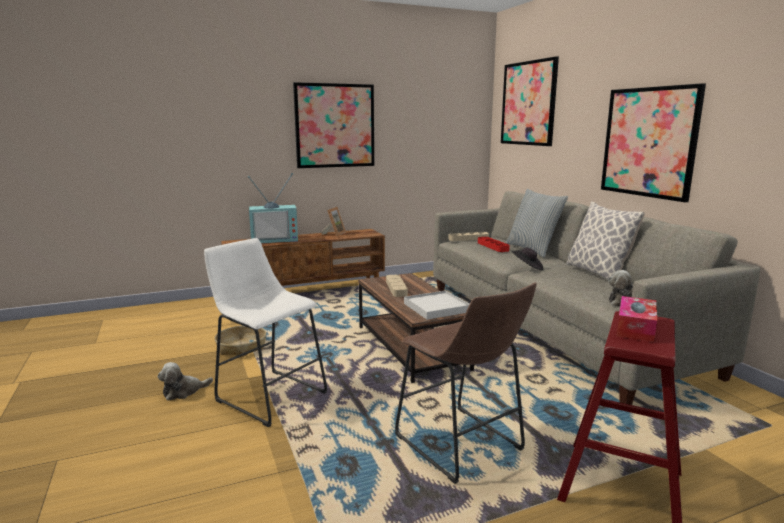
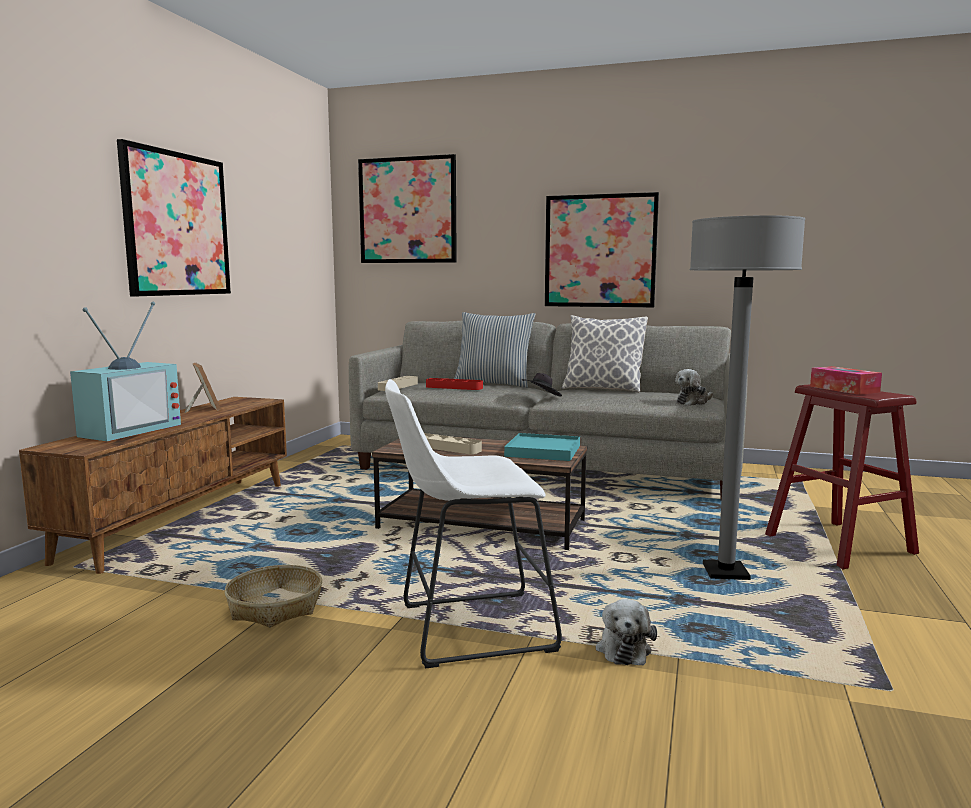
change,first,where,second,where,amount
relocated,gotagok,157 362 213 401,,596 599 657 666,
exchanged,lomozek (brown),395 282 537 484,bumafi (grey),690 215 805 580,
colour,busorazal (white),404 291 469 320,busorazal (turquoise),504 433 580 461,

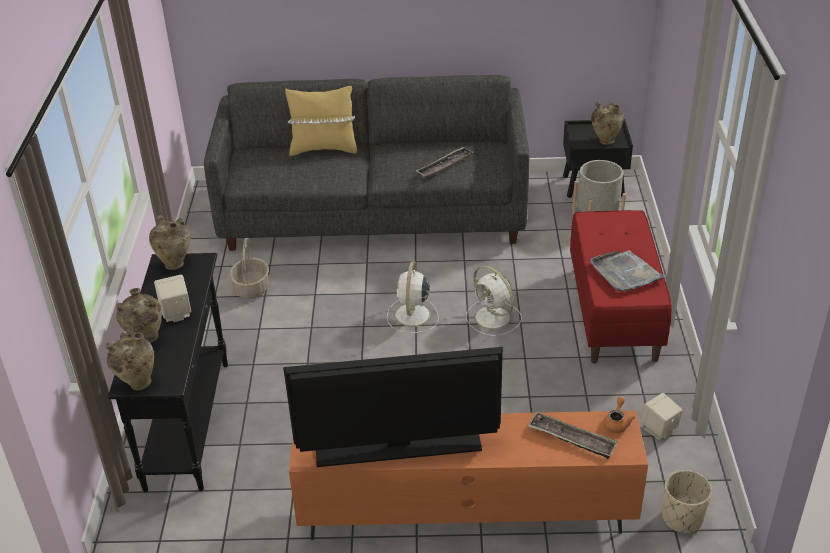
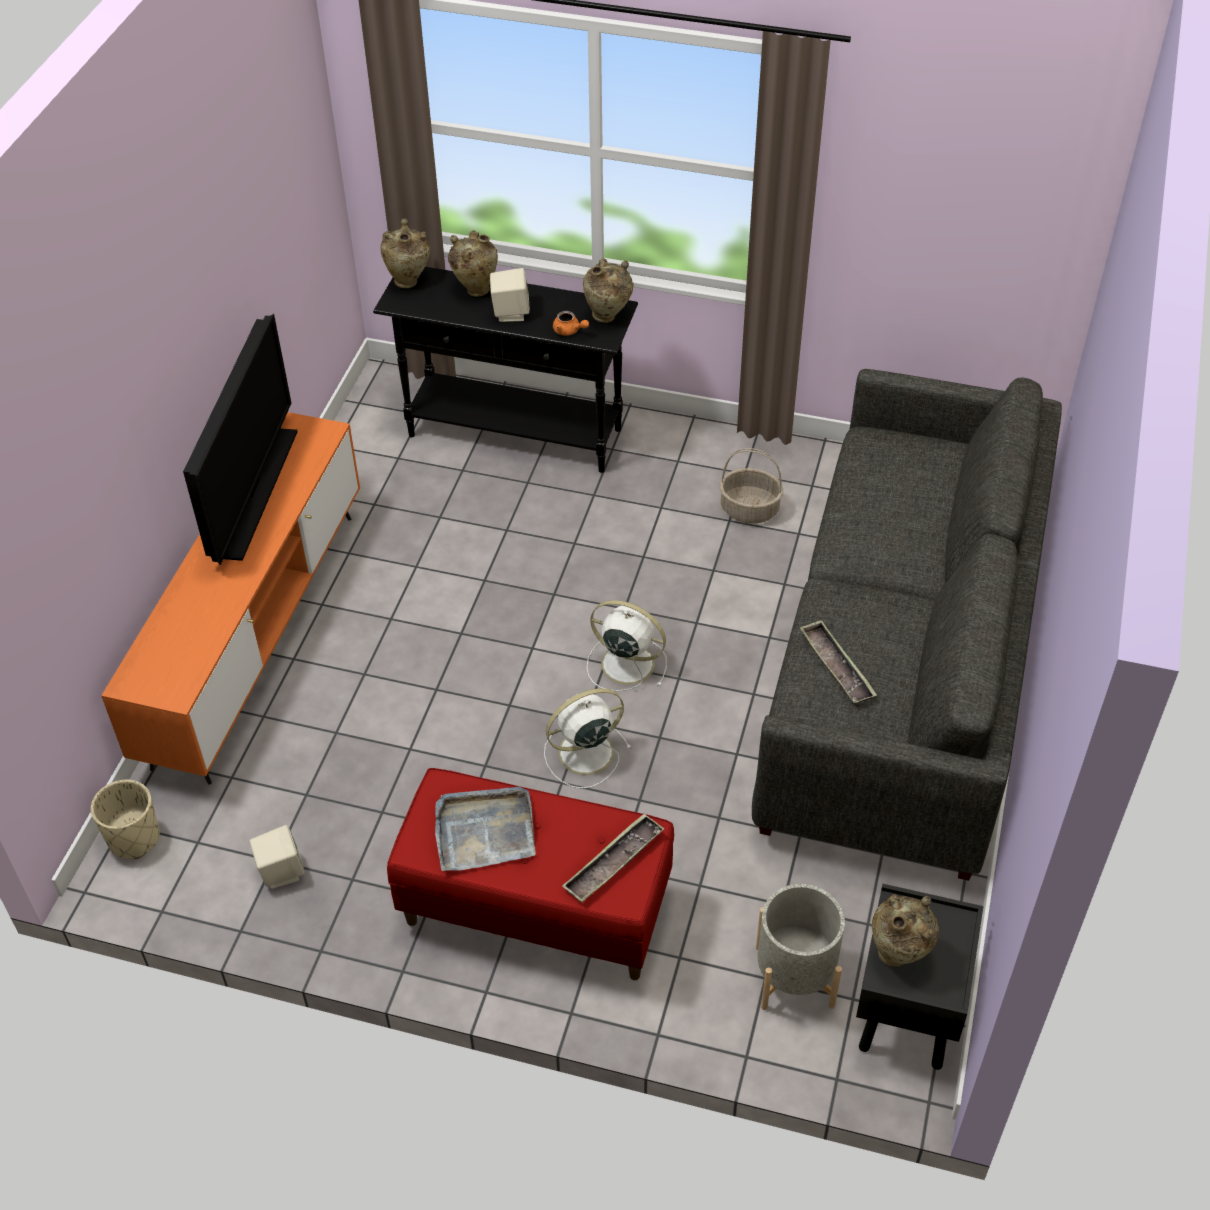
change,first,where,second,where,amount
missing,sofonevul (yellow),285 86 357 156,,,
relocated,busorazal,528 412 618 459,,562 813 665 902,
relocated,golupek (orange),603 397 635 433,,553 311 589 336,

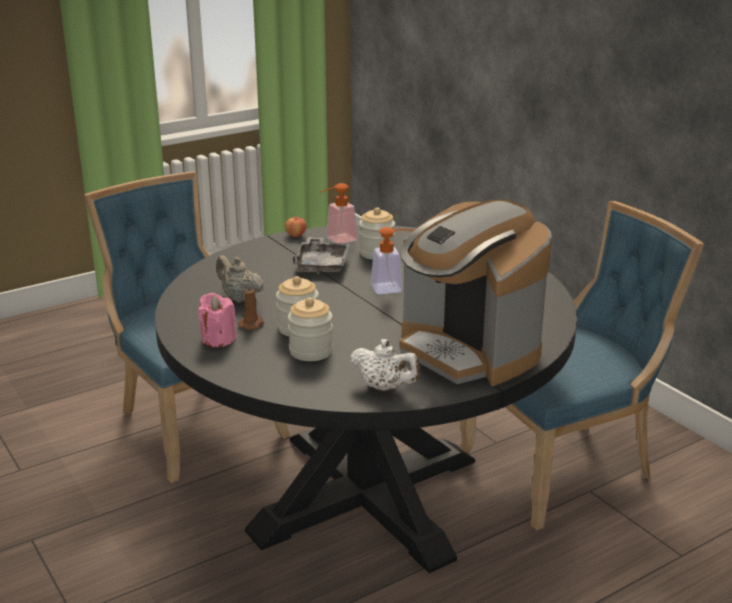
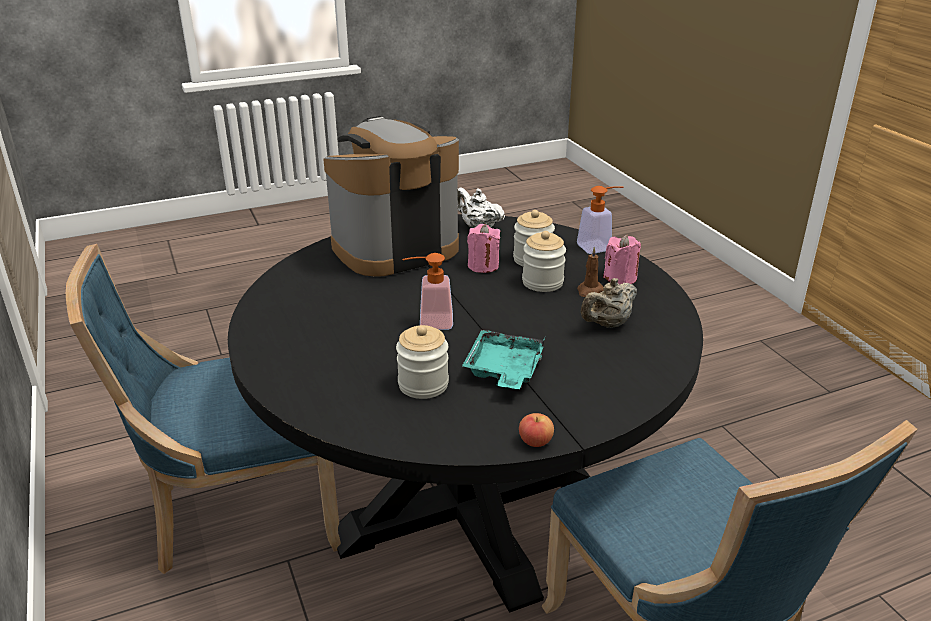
change,first,where,second,where,amount
spun,golupek (beige),216 255 264 303,,581 278 637 328,90 degrees clockwise
colour,busorazal (grey),293 237 351 274,busorazal (turquoise),462 330 546 389,
relocated,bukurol,320 183 358 243,,577 186 623 254,
spun,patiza,399 200 552 386,,323 116 459 276,90 degrees counterclockwise
appeared,,,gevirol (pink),467 224 500 273,

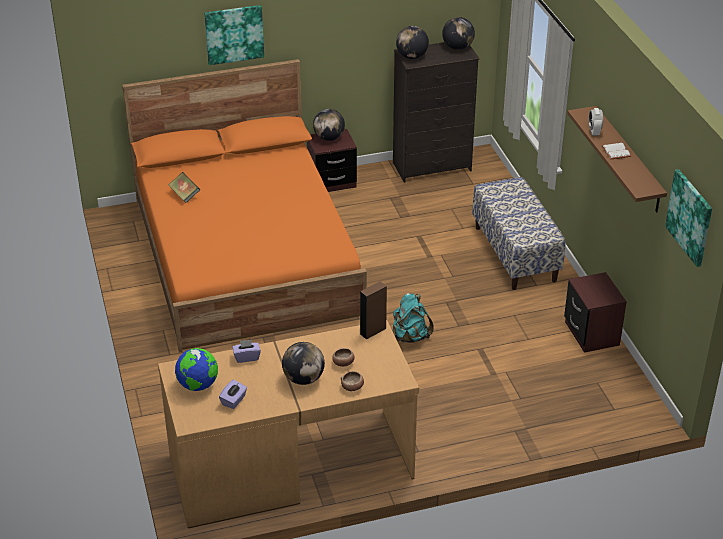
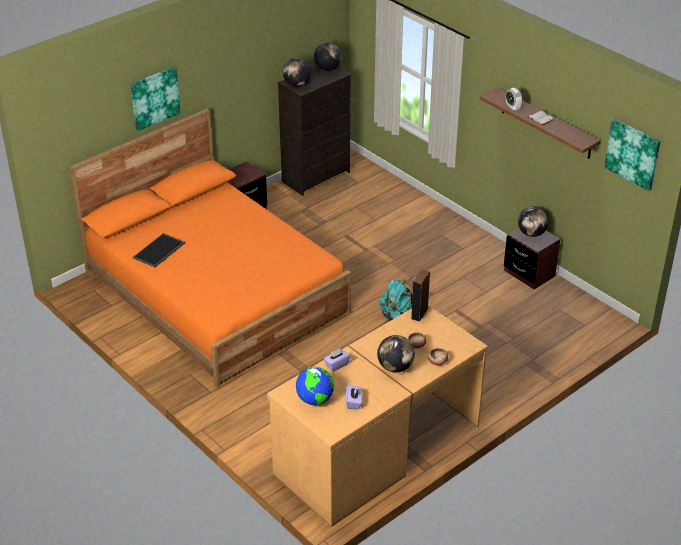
change,first,where,second,where,amount
exchanged,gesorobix,168 172 200 203,busorazal,133 233 185 268,
relocated,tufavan,313 109 345 141,,518 206 549 237,
missing,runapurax,472 177 566 290,,,

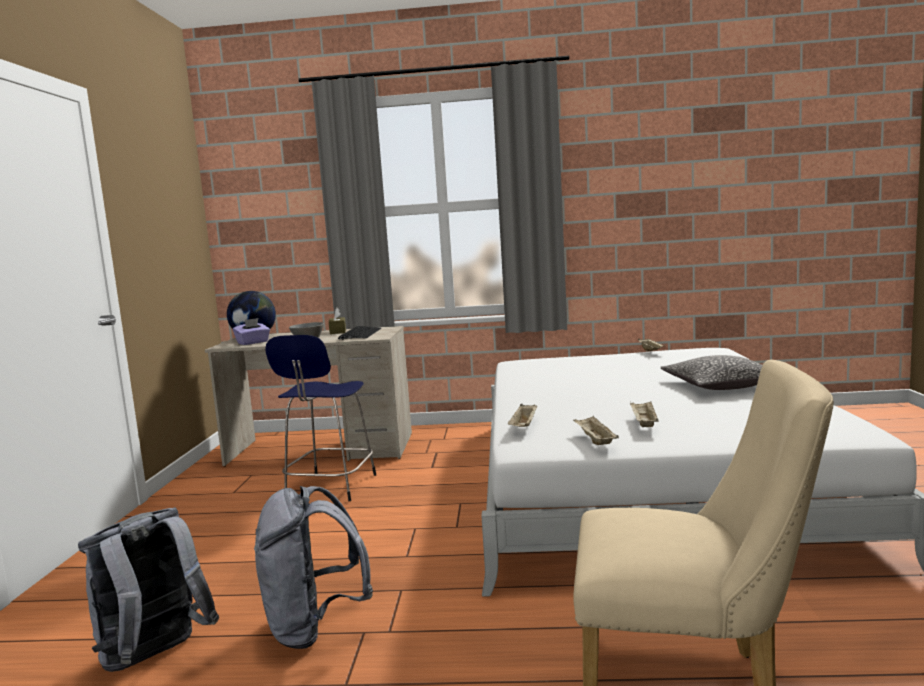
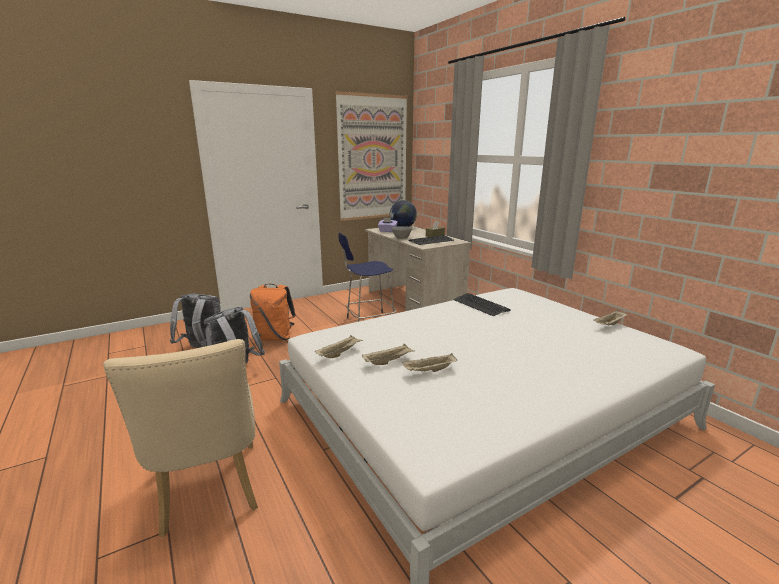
change,first,where,second,where,amount
relocated,busorazal (beige),508 403 537 427,,402 353 457 372,
missing,sofonevul,660 355 763 390,,,
appeared,,,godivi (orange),250 284 296 340,
appeared,,,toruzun,335 91 407 221,
appeared,,,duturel,453 293 511 316,

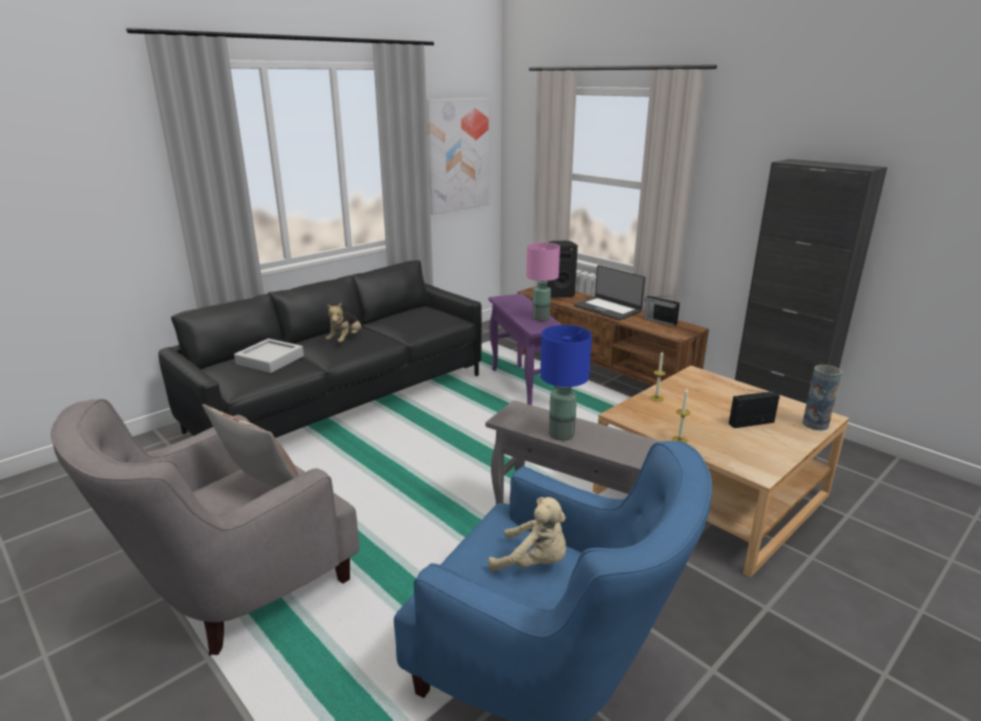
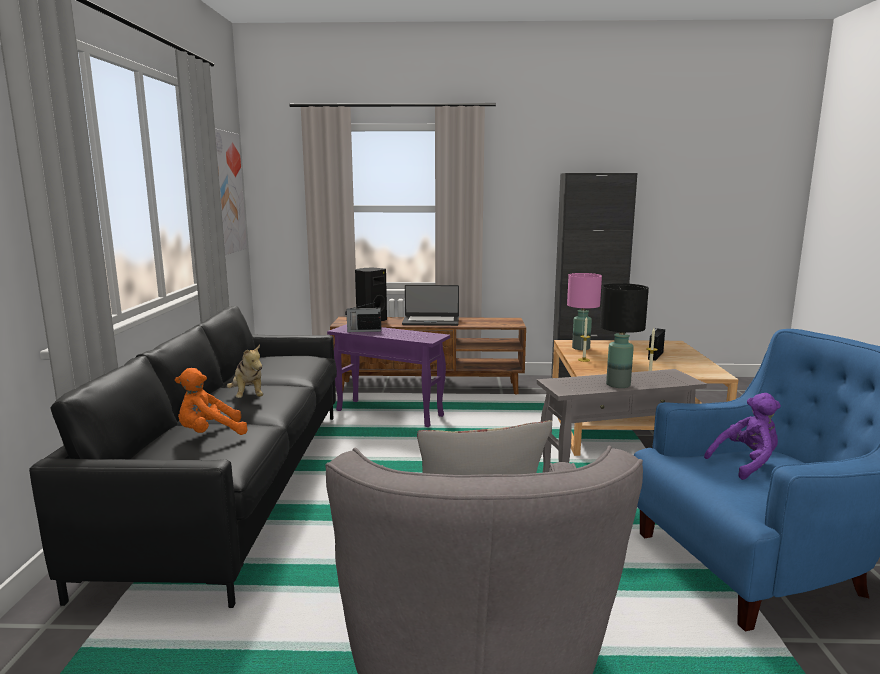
change,first,where,second,where,amount
exchanged,busorazal (grey),234 338 304 373,gotagok (orange),175 368 248 435,
colour,gotagok (beige),488 497 566 572,gotagok (purple),704 393 781 480,
relocated,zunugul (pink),526 242 560 321,,567 273 602 350,
colour,zunugul (blue),540 325 592 441,zunugul (black),600 283 649 388,
relocated,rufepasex,644 296 680 326,,345 302 381 332,
missing,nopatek,802 365 842 430,,,

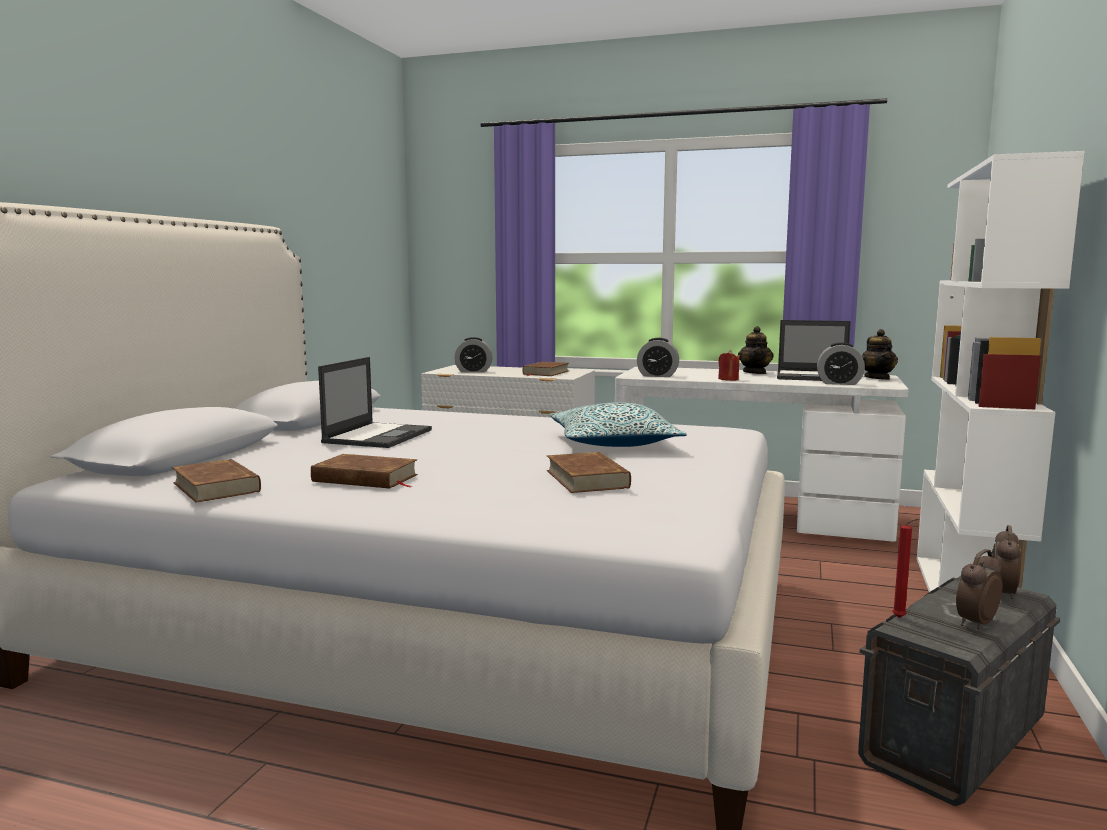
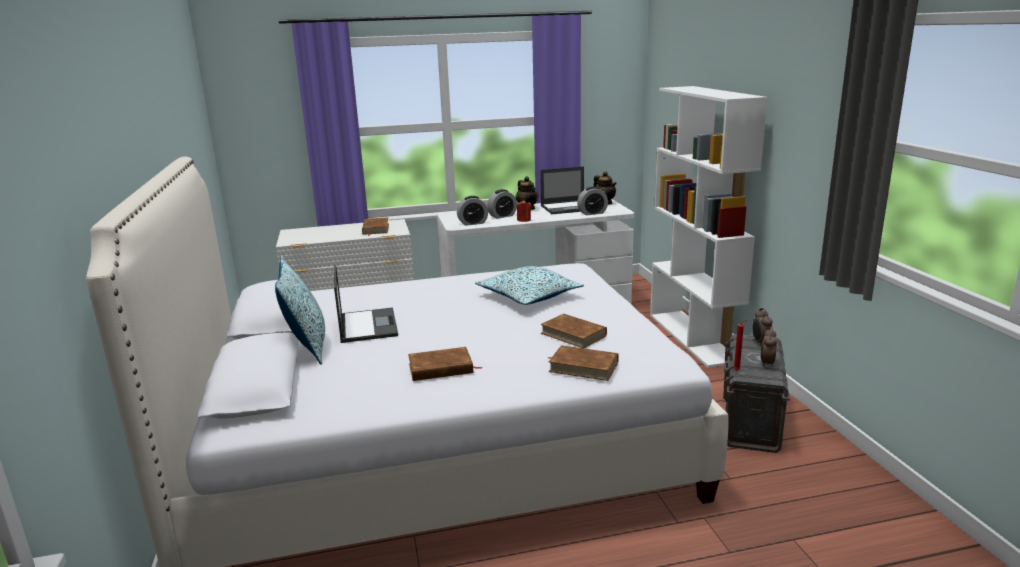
change,first,where,second,where,amount
relocated,gesorobix (brown),172 459 261 503,,549 345 619 381,
relocated,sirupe,454 337 493 373,,487 189 517 219,
appeared,,,sofonevul,275 256 325 365,

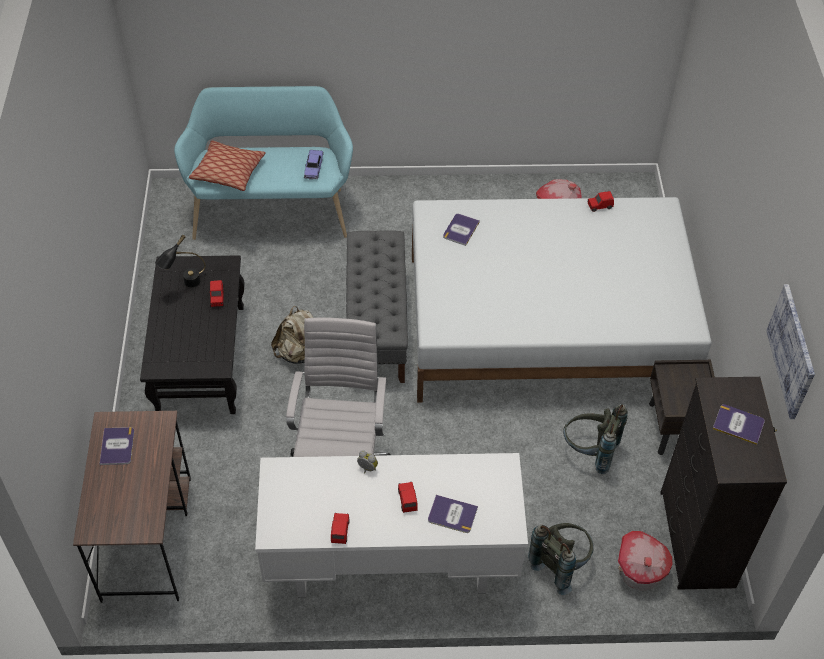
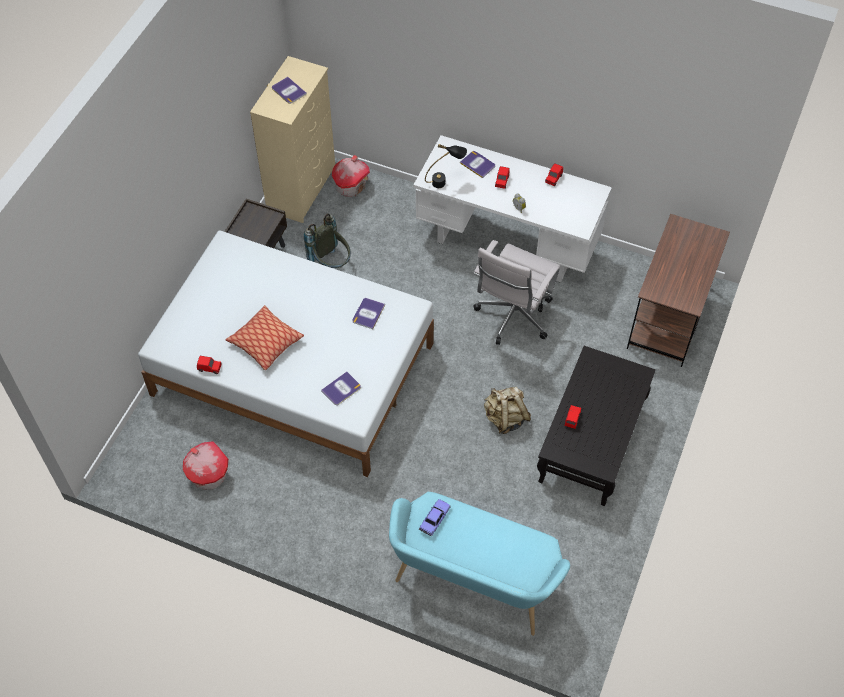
change,first,where,second,where,amount
relocated,gesorobix,100 427 134 465,,353 298 385 329,
relocated,zunugul (black),155 235 206 287,,425 144 467 188,
relocated,sofonevul,189 140 266 191,,226 305 304 370,
missing,runapurax (grey),346 230 408 383,,,
missing,godivi (grey),528 523 594 595,,,
colour,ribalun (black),660 377 787 590,ribalun (beige),250 56 335 223,
missing,toruzun,766 284 815 419,,,

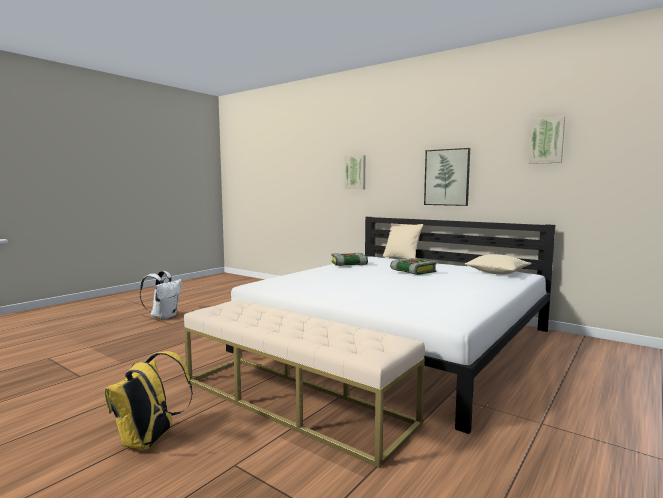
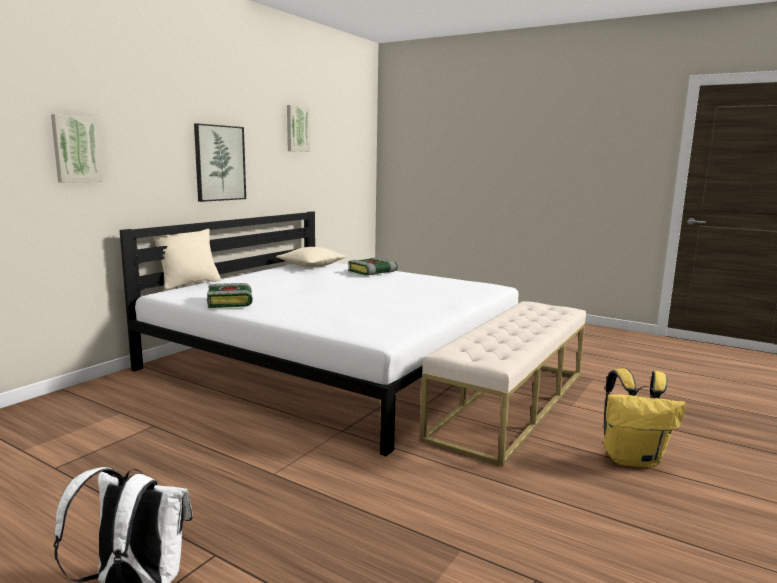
change,first,where,second,where,amount
relocated,gesorobix,390 258 437 275,,348 257 398 276,

